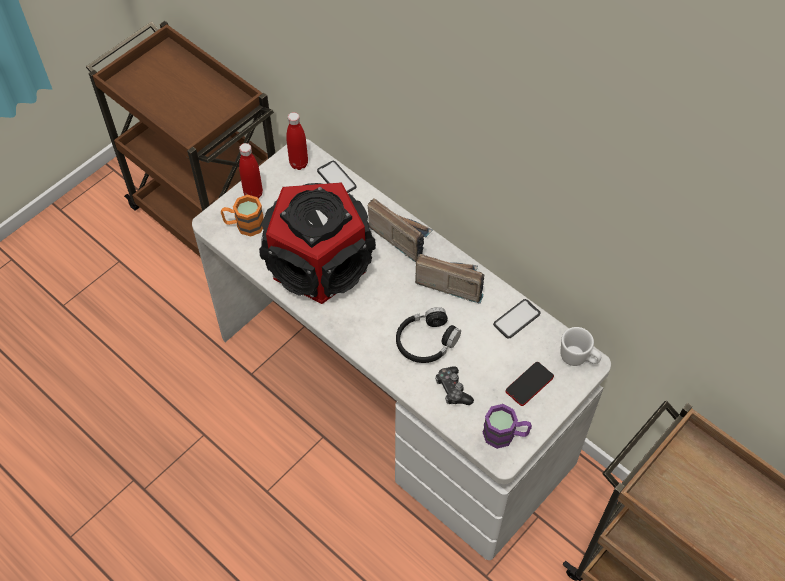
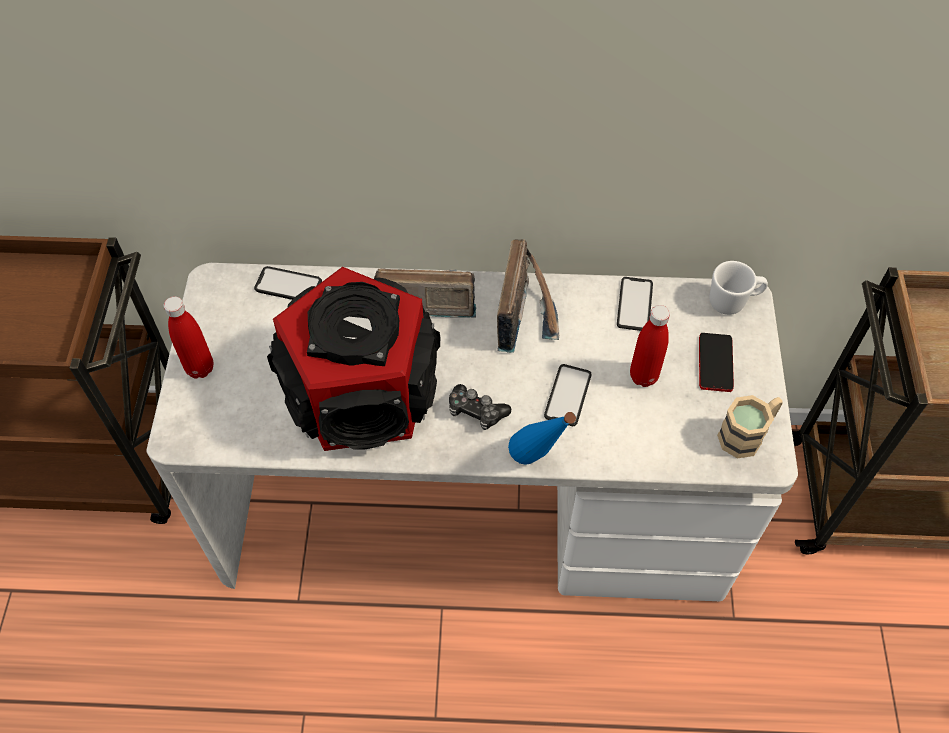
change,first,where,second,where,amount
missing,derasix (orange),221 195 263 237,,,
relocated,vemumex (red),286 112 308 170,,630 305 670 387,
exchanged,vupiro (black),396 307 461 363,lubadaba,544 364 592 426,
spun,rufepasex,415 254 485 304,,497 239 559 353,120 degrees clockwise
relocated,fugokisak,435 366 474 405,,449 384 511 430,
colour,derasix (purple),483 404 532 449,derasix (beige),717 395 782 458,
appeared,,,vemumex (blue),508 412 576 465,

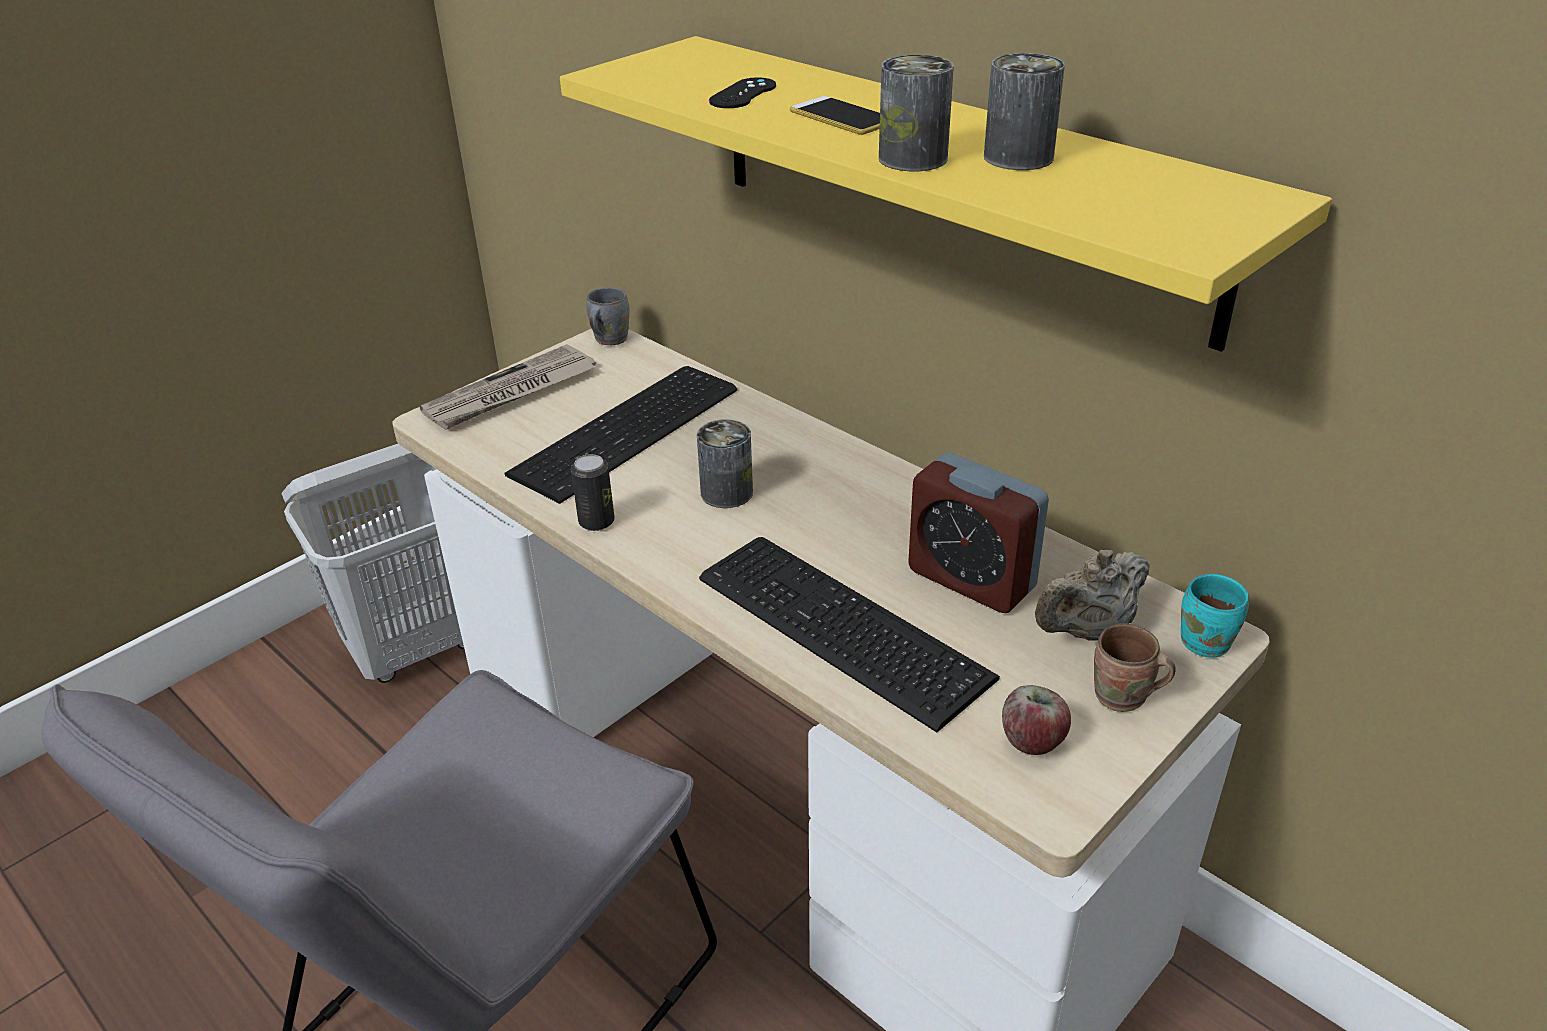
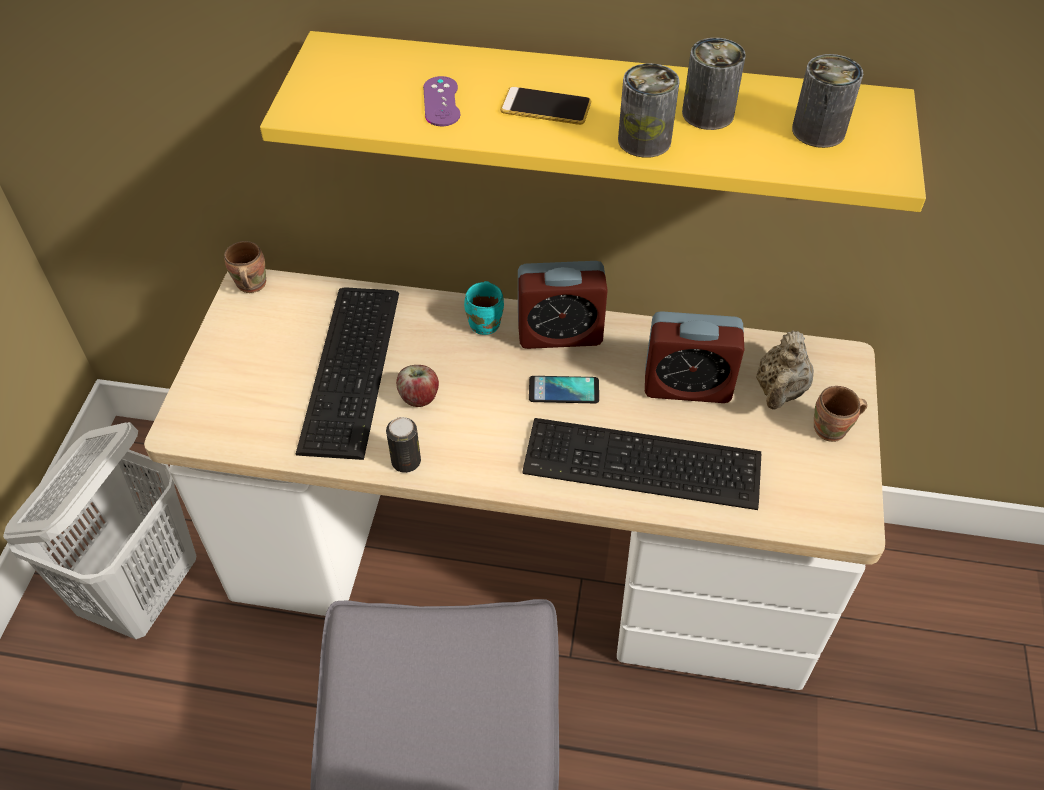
change,first,where,second,where,amount
missing,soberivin,420 344 596 430,,,
colour,derasix (grey),586 287 630 345,derasix (brown),224 241 266 293,
relocated,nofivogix,697 419 753 508,,792 54 863 148,
colour,fugokisak (black),709 77 776 108,fugokisak (purple),423 76 460 126,
relocated,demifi,1002 685 1071 755,,396 365 439 407,
relocated,derasix (turquoise),1181 574 1249 657,,464 281 504 335,
appeared,,,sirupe,518 261 608 349,
appeared,,,lubadaba,529 376 599 403,

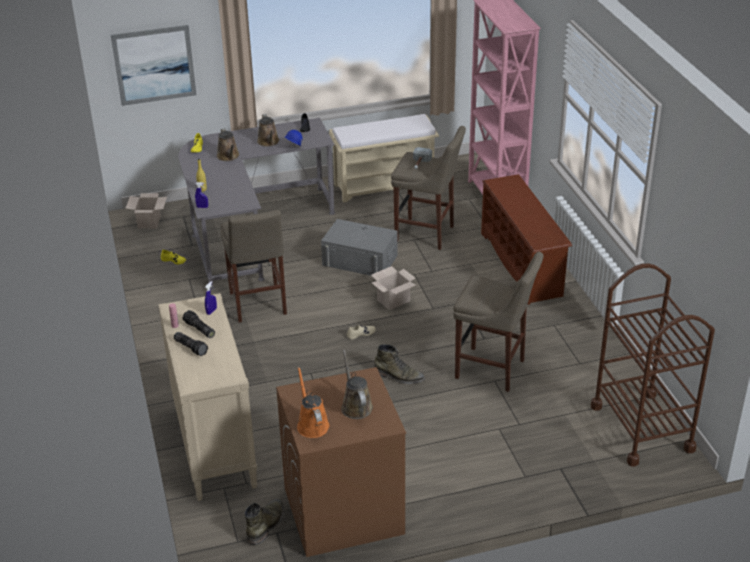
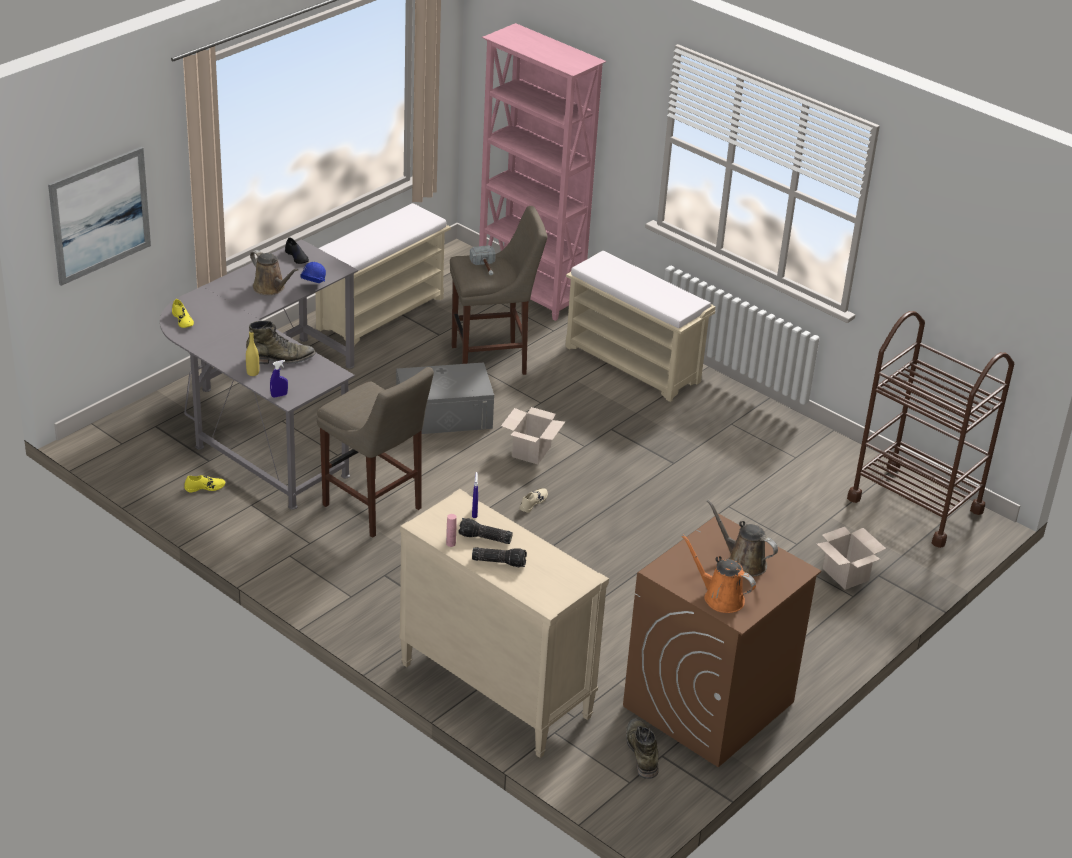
change,first,where,second,where,amount
relocated,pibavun,125 193 167 229,,817 527 886 590,
missing,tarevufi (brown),217 128 240 161,,,
relocated,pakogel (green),374 344 425 384,,246 321 316 364,
missing,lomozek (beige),453 252 544 392,,,
exchanged,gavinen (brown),481 174 572 305,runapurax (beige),565 251 716 402,

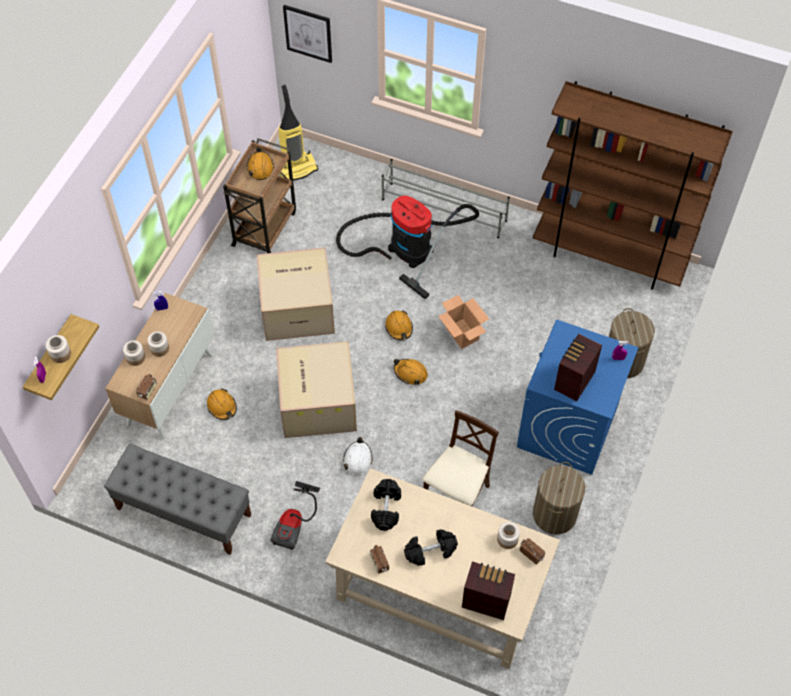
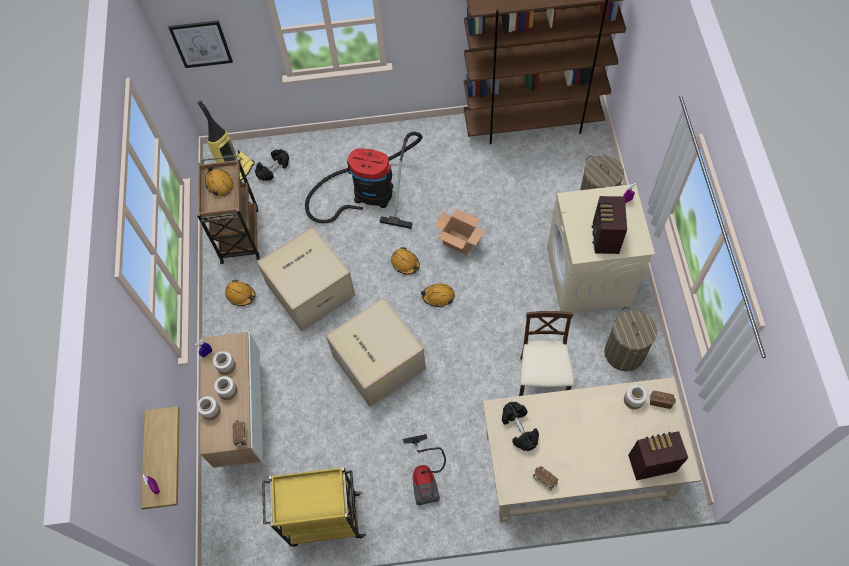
change,first,where,second,where,amount
relocated,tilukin,46 335 71 363,,213 351 236 375,
exchanged,runapurax (grey),104 444 251 555,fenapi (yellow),262 467 366 547,
relocated,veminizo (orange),207 388 237 420,,225 280 255 306,
missing,veminizo (white),343 437 372 475,,,
missing,gavinen (grey),382 159 510 238,,,
relocated,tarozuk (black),404 529 458 566,,255 149 289 181,
colour,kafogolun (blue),517 320 639 475,kafogolun (beige),547 184 655 313,

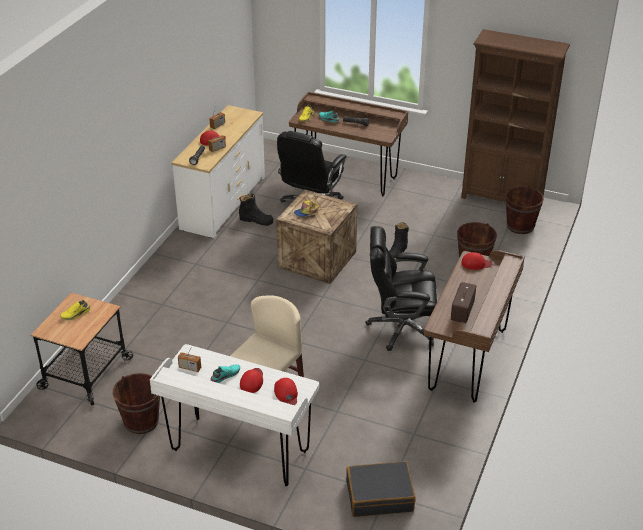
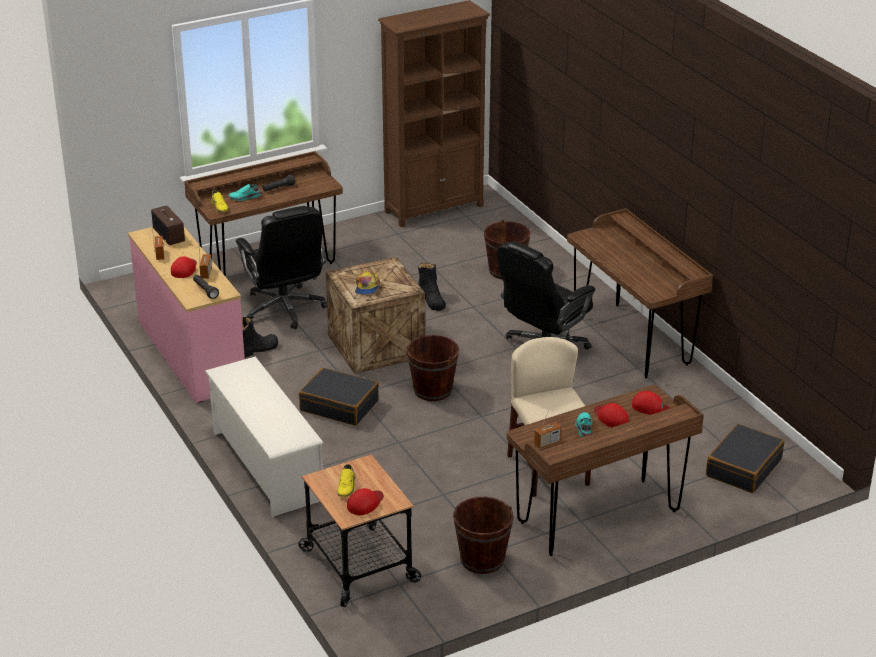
change,first,where,second,where,amount
colour,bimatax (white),150 344 319 486,bimatax (brown),507 385 704 556,
colour,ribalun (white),172 105 265 238,ribalun (pink),128 227 245 403,
relocated,rufepasex,451 282 476 323,,151 206 185 245,
relocated,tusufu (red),461 252 493 270,,347 488 384 515,
relocated,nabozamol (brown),506 186 544 234,,407 335 459 401,
appeared,,,gavinen (white),205 357 324 517,
appeared,,,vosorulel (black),299 368 379 425,

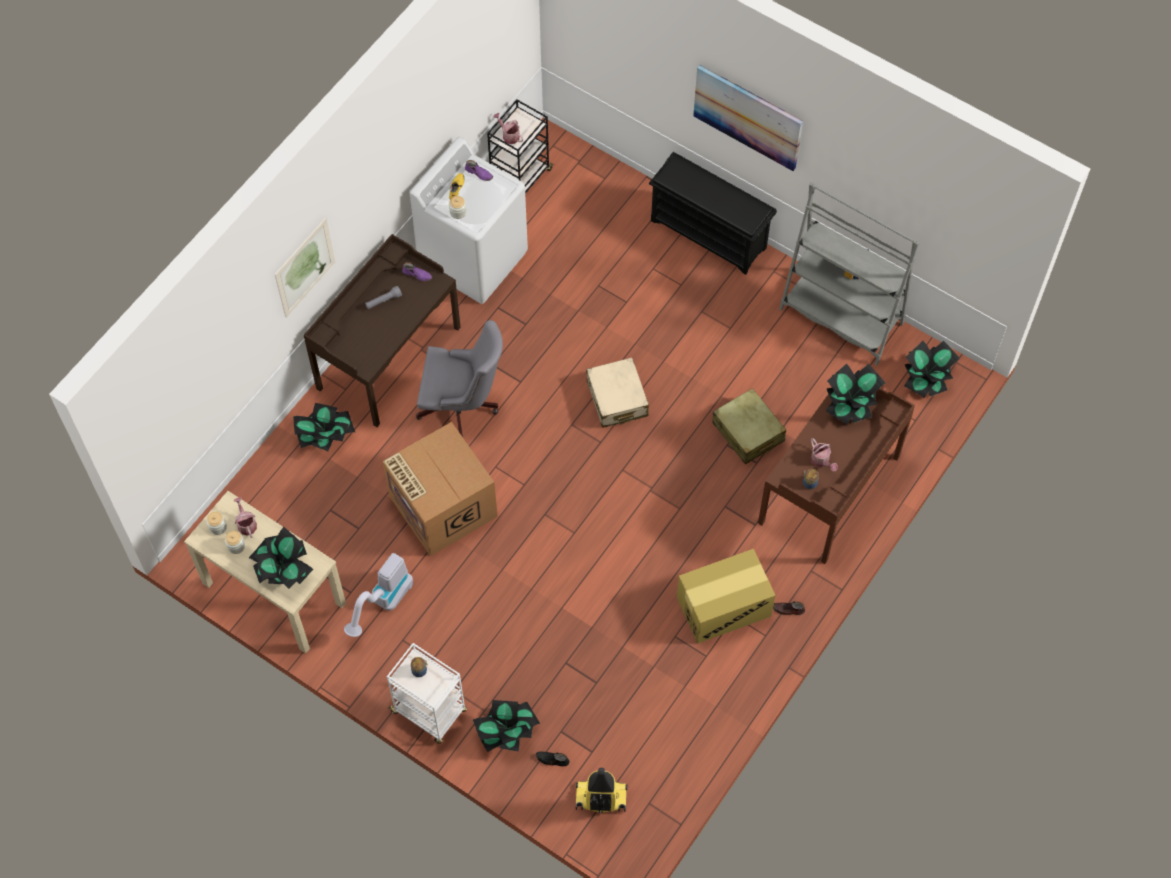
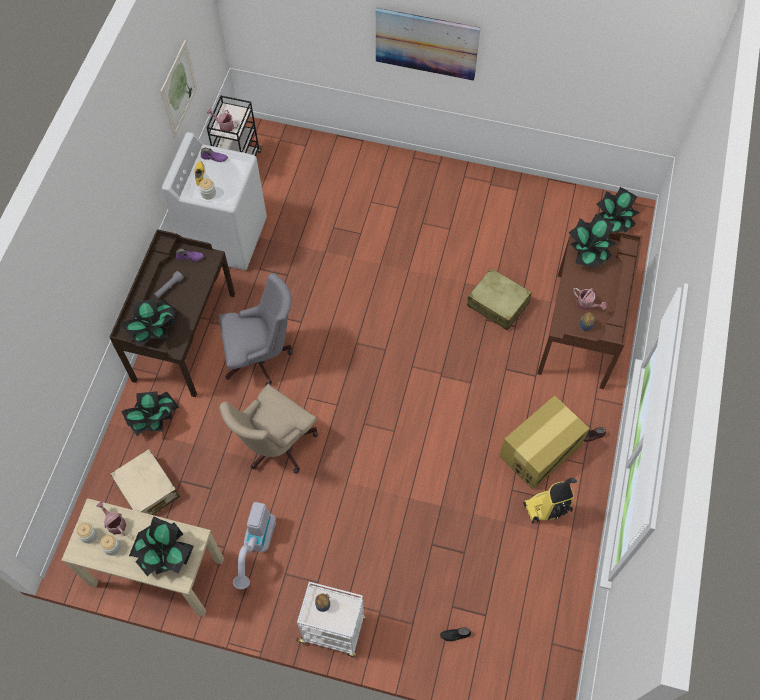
change,first,where,second,where,amount
relocated,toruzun,274 218 335 317,,161 40 197 138,
exchanged,pibavun,383 422 498 556,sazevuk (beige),219 384 318 474,
relocated,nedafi,473 700 540 752,,120 298 179 347,
relocated,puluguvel,576 768 627 814,,523 478 577 524,
relocated,vosorulel (beige),586 357 649 428,,110 449 180 515,
missing,gavinen (black),649 152 777 275,,,
missing,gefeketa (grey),779 182 919 366,,,

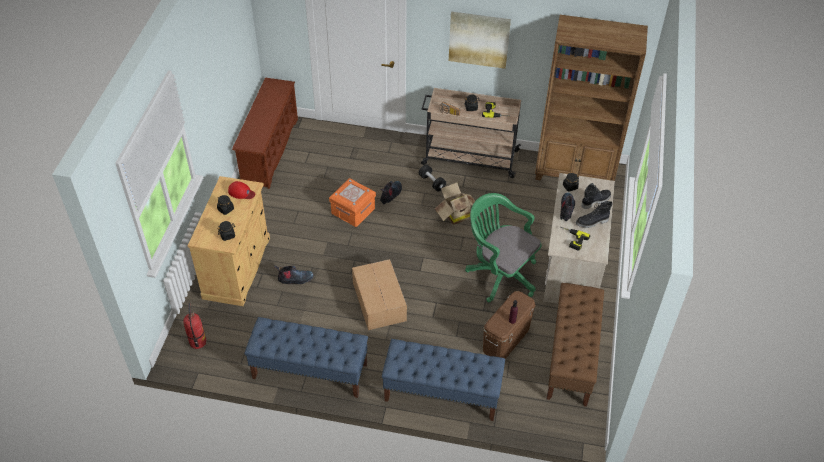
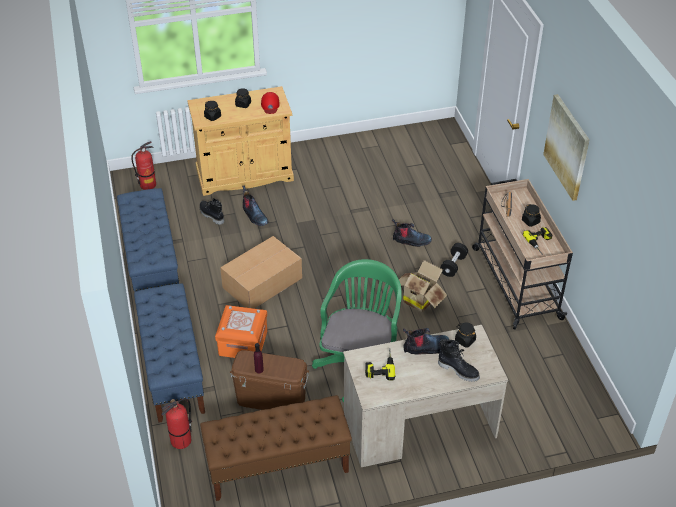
change,first,where,second,where,amount
missing,gavinen (brown),232 78 298 189,,,
relocated,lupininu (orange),329 178 376 227,,215 305 267 358,
missing,gefeketa (brown),535 15 648 181,,,
relocated,pakogel (black),576 201 613 228,,199 198 224 225,
appeared,,,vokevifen,161 399 192 449,

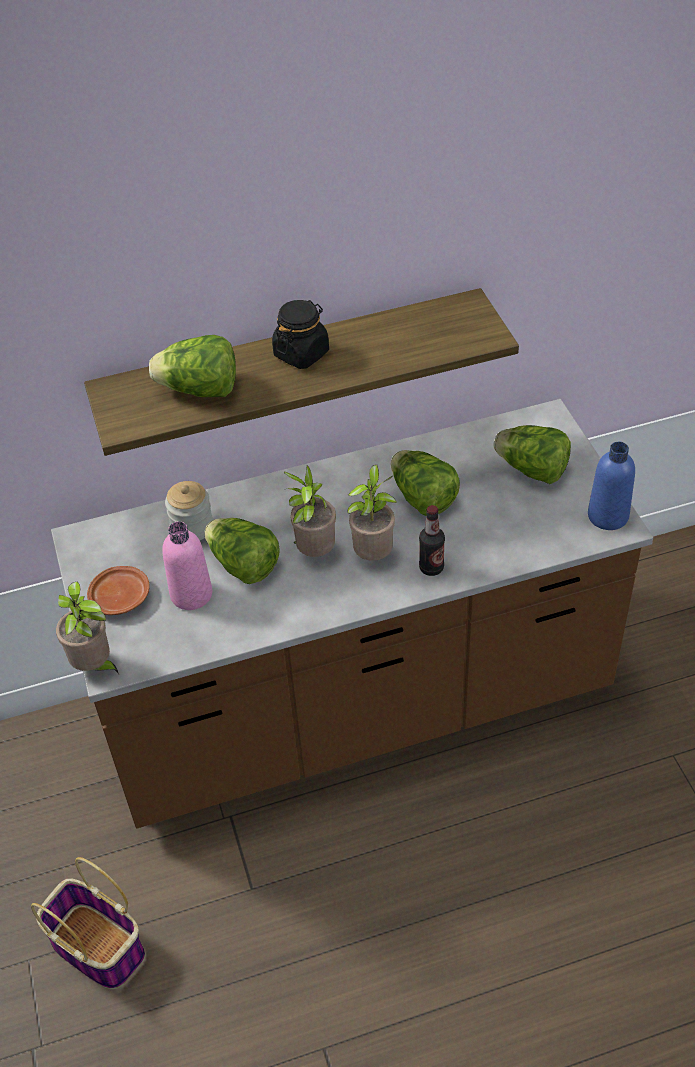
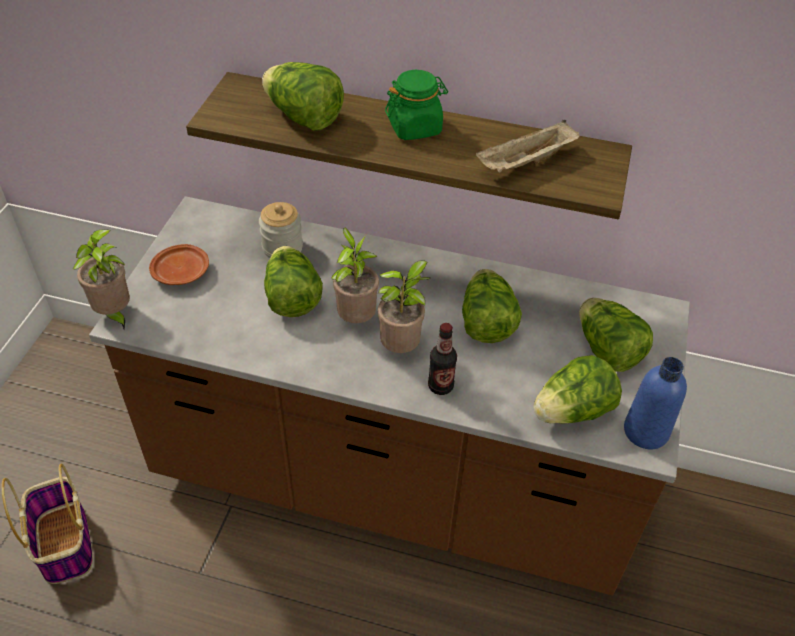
change,first,where,second,where,amount
missing,vemumex (pink),162 521 212 610,,,
colour,tilukin (black),272 300 329 369,tilukin (green),385 70 448 140,
appeared,,,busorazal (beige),476 120 580 173,
appeared,,,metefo,534 355 622 424,

